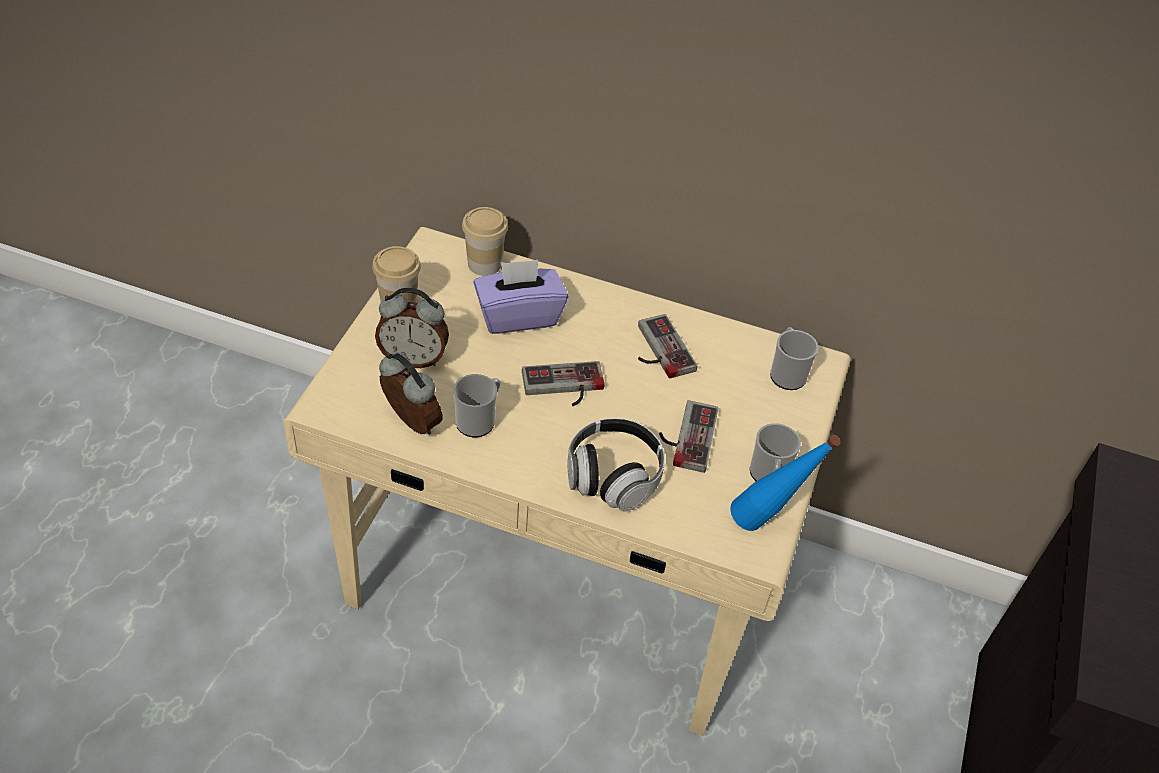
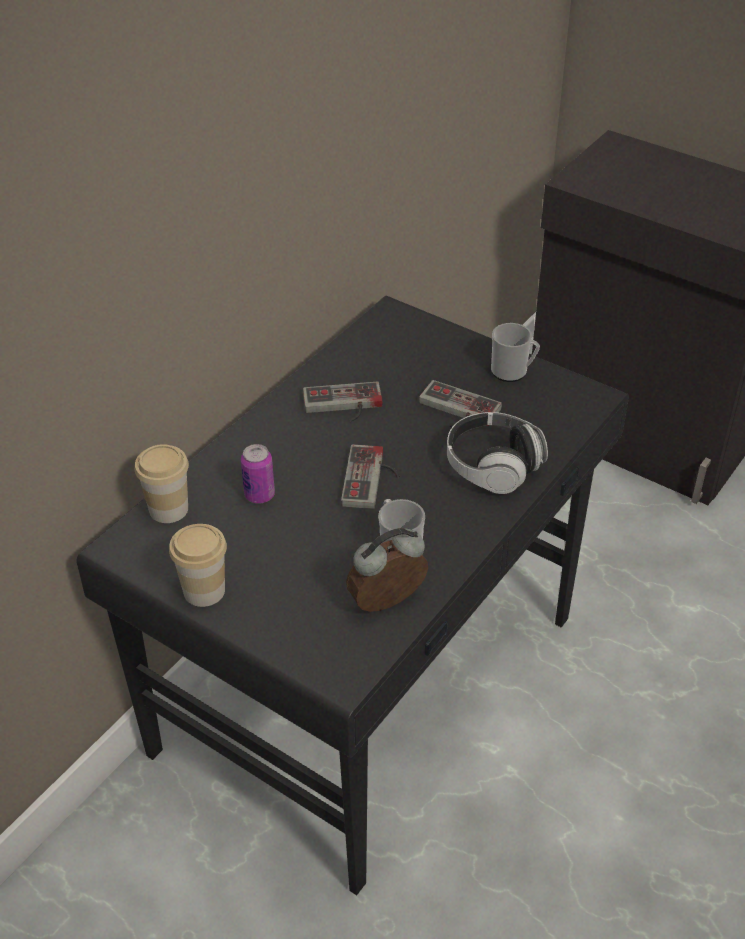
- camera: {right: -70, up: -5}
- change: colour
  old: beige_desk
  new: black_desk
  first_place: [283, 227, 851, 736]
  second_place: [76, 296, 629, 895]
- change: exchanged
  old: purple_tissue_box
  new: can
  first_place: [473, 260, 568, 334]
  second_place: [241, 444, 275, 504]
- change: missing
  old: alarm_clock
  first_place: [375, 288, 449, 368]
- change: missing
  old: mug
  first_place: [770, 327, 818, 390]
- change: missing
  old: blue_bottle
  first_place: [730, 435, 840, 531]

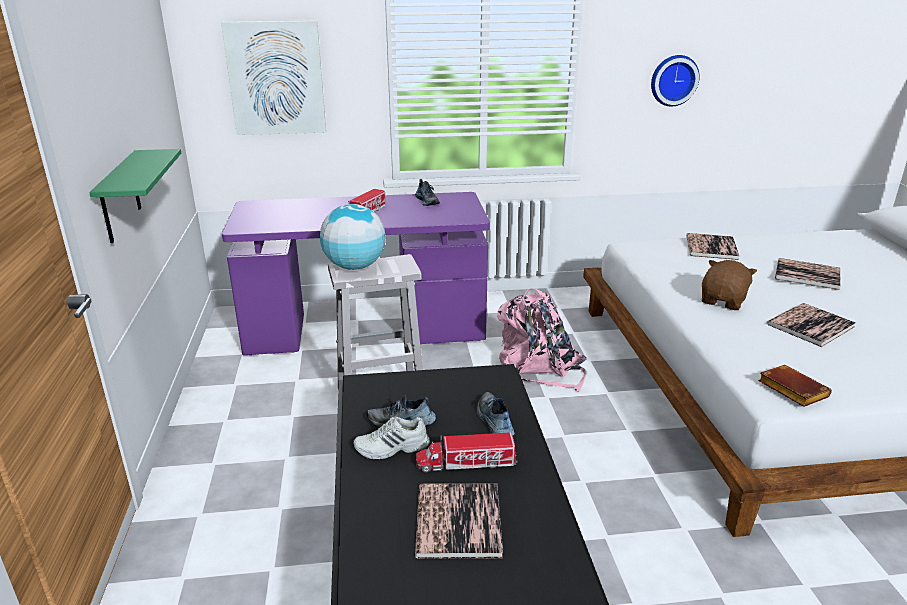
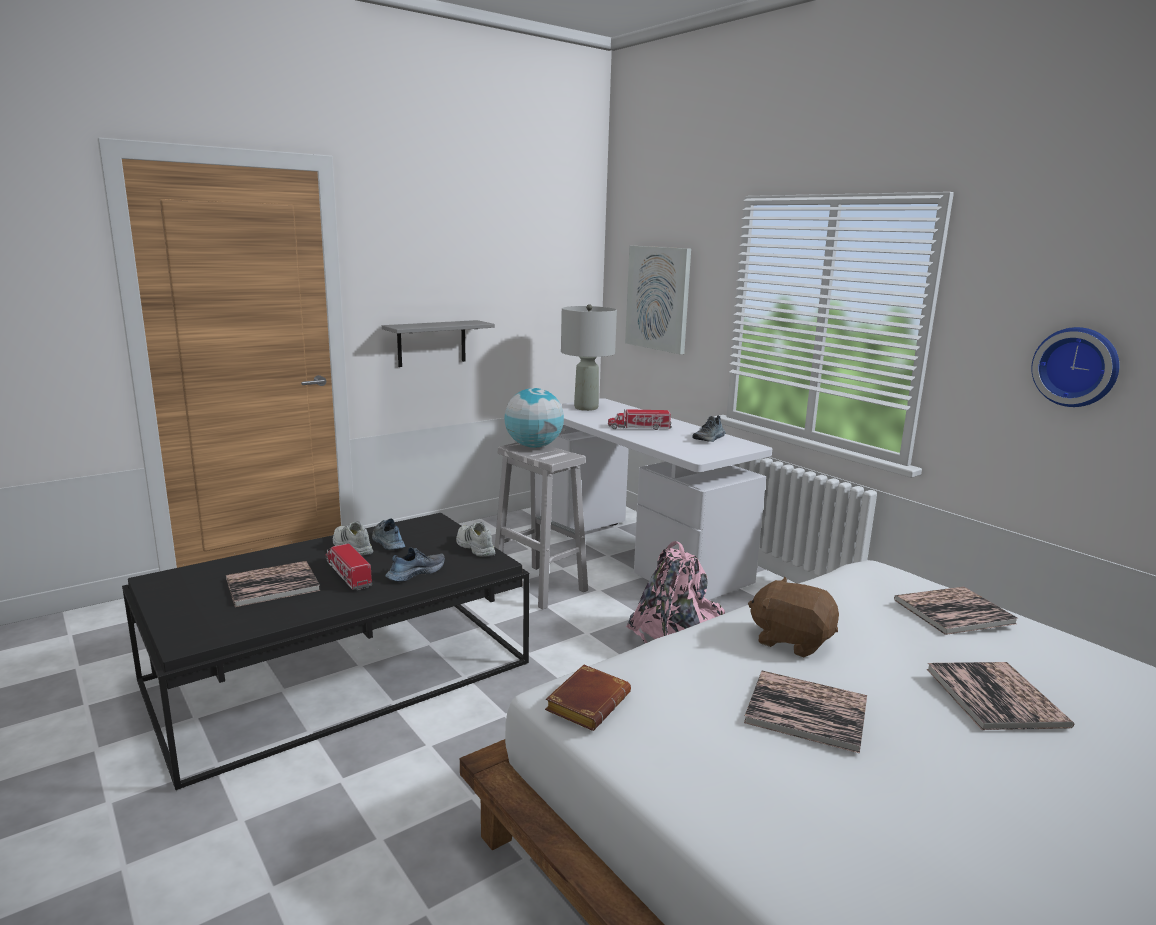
- camera: {right: 60, up: -10}
- change: colour
  old: green_shelf
  new: grey_shelf
  first_place: [89, 149, 181, 243]
  second_place: [382, 320, 495, 367]
- change: colour
  old: purple_desk
  new: white_desk
  first_place: [222, 192, 490, 355]
  second_place: [540, 398, 773, 600]
- change: spun
  old: brown_plush_toy
  first_place: [702, 260, 757, 310]
  second_place: [748, 577, 839, 657]
  degrees: -150
- change: appeared
  new: grey_table_lamp
  second_place: [561, 304, 617, 411]
- change: appeared
  new: white_shoe
  second_place: [456, 522, 495, 557]

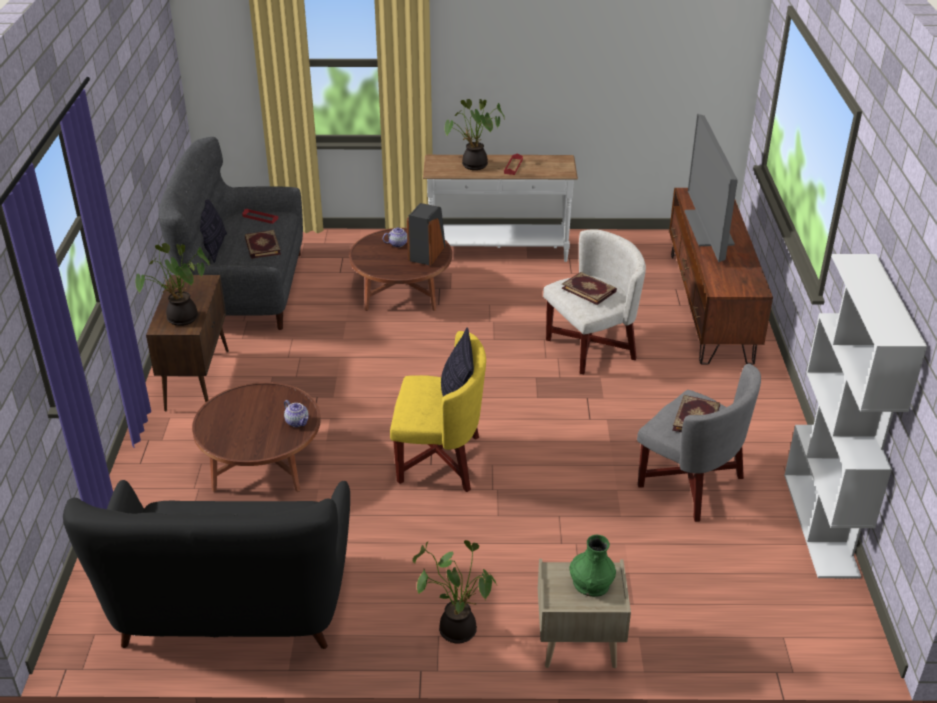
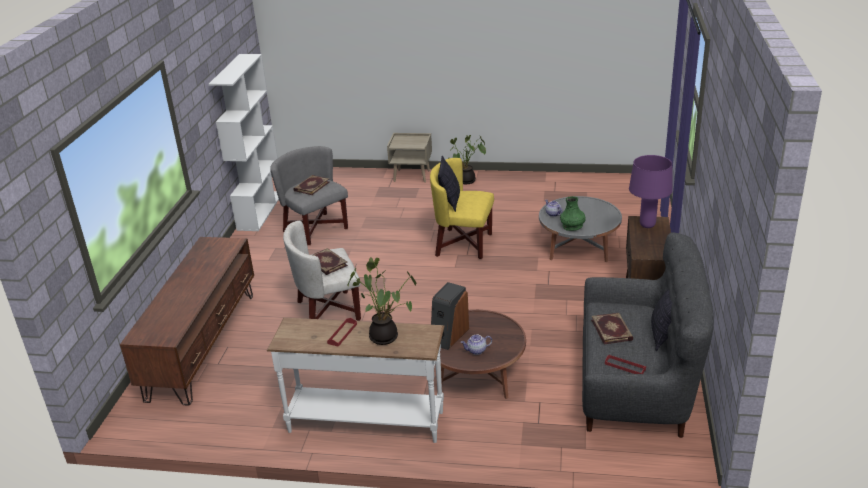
- camera: {right: -170, up: -5}
- change: missing
  old: television
  first_place: [685, 114, 738, 262]
- change: exchanged
  old: potted_plant
  new: purple_table_lamp
  first_place: [136, 243, 209, 326]
  second_place: [629, 155, 673, 228]
- change: colour
  old: brown_coffee_table
  new: grey_coffee_table
  first_place: [192, 382, 321, 492]
  second_place: [539, 196, 622, 262]
- change: missing
  old: black_sofa
  first_place: [63, 480, 350, 649]
- change: relocated
  old: green_vase
  first_place: [569, 535, 616, 597]
  second_place: [560, 196, 586, 231]

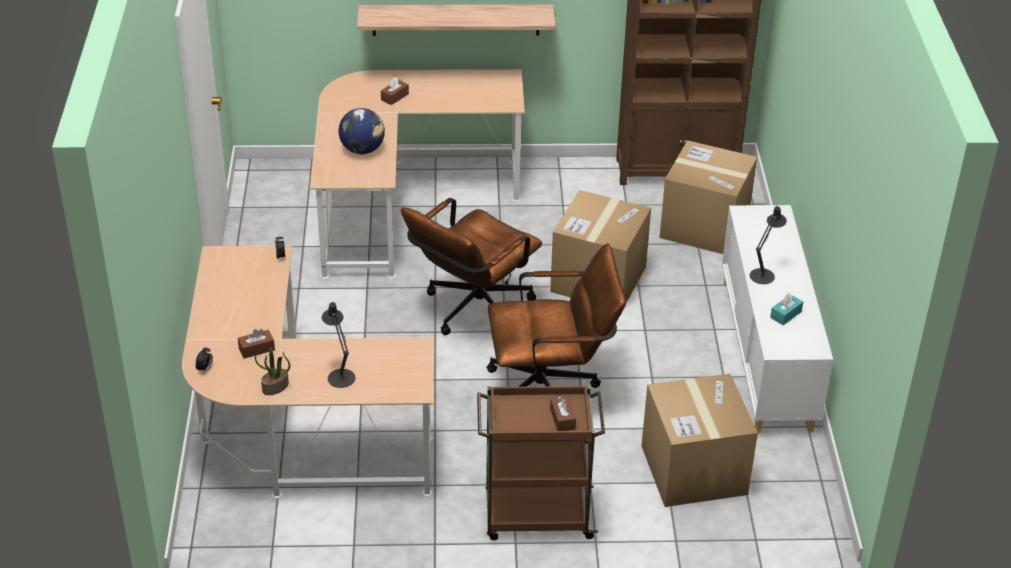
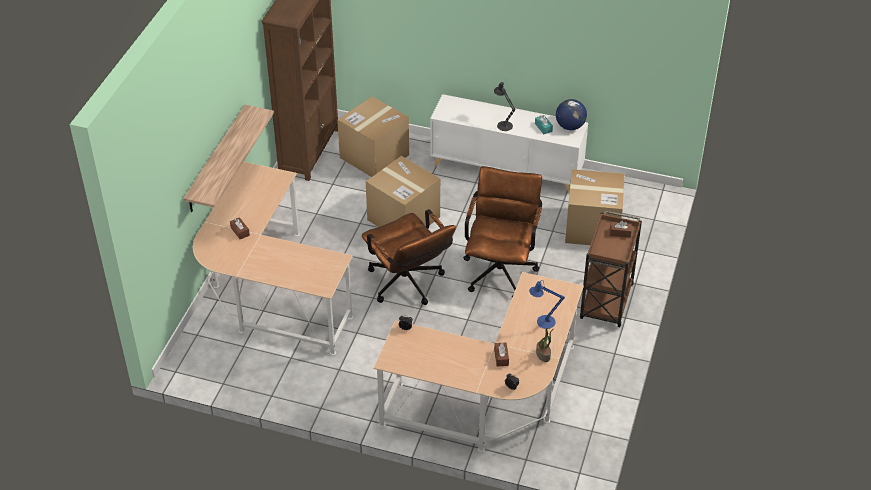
- camera: {right: -70, up: 5}
- change: relocated
  old: globe
  first_place: [339, 108, 385, 154]
  second_place: [556, 99, 587, 130]
- change: colour
  old: black_table_lamp
  new: blue_table_lamp
  first_place: [322, 302, 355, 388]
  second_place: [529, 280, 565, 329]

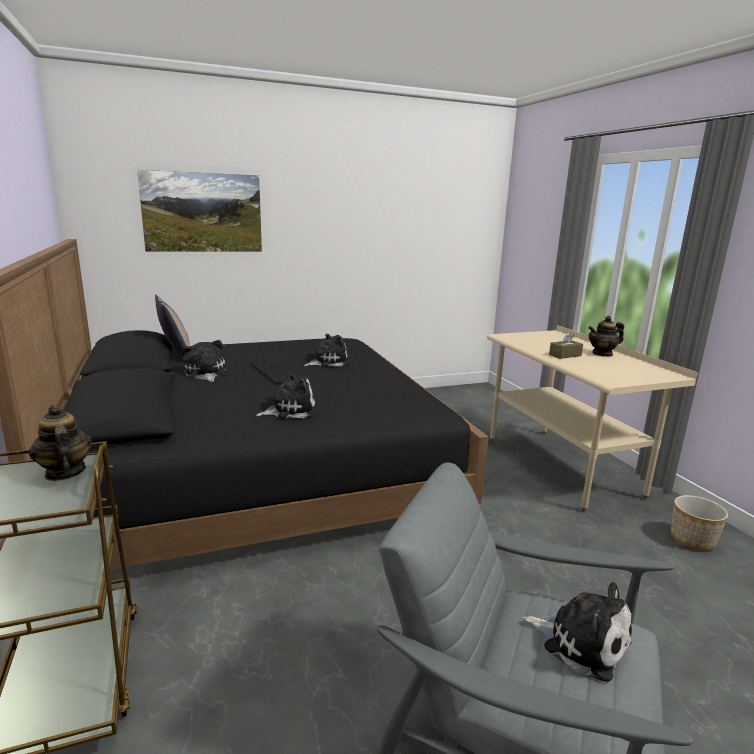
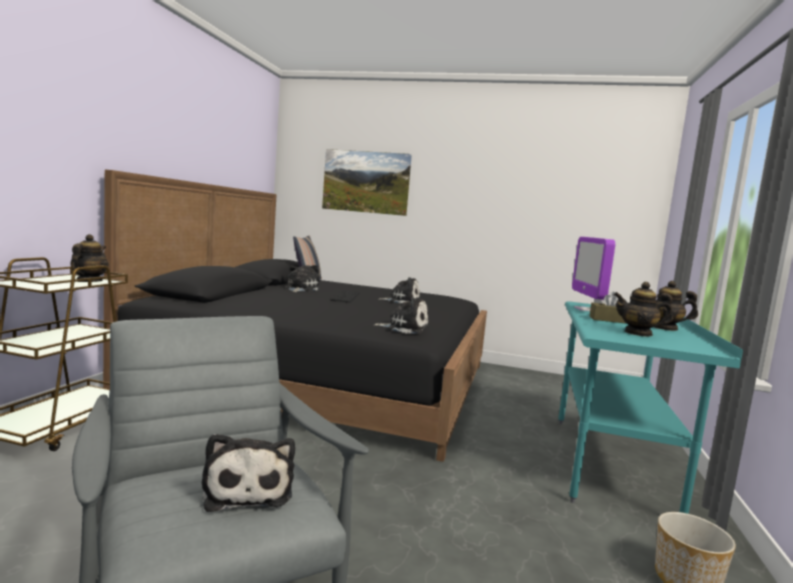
- camera: {right: 35, up: -10}
- change: colour
  old: beige_desk
  new: turquoise_desk
  first_place: [487, 325, 698, 512]
  second_place: [558, 301, 743, 514]
- change: relocated
  old: plush_toy
  first_place: [256, 372, 317, 419]
  second_place: [374, 297, 428, 334]
- change: appeared
  new: monitor
  second_place: [572, 237, 615, 311]
- change: appeared
  new: teapot
  second_place: [614, 282, 673, 336]

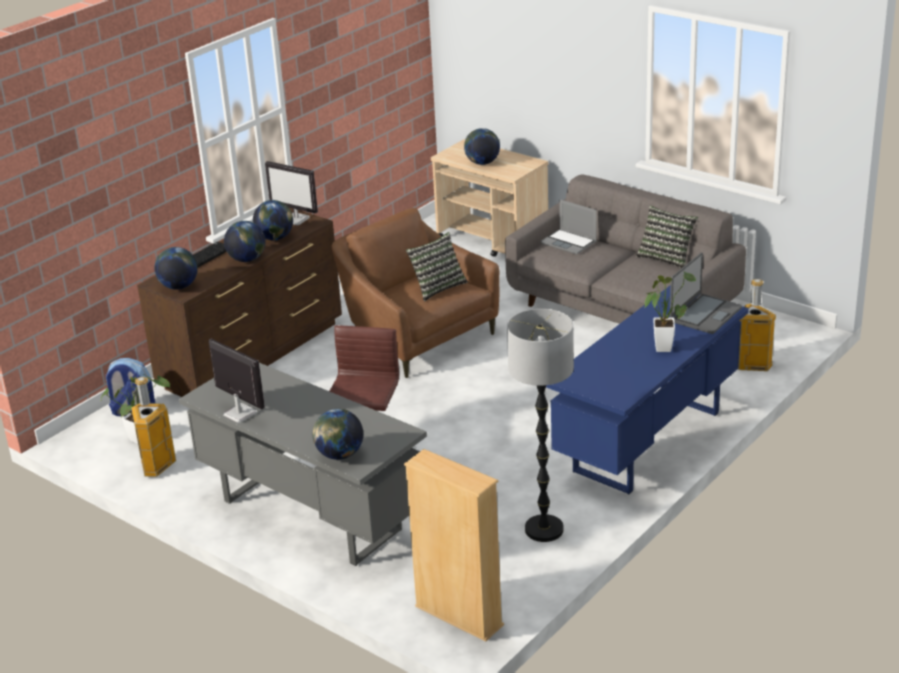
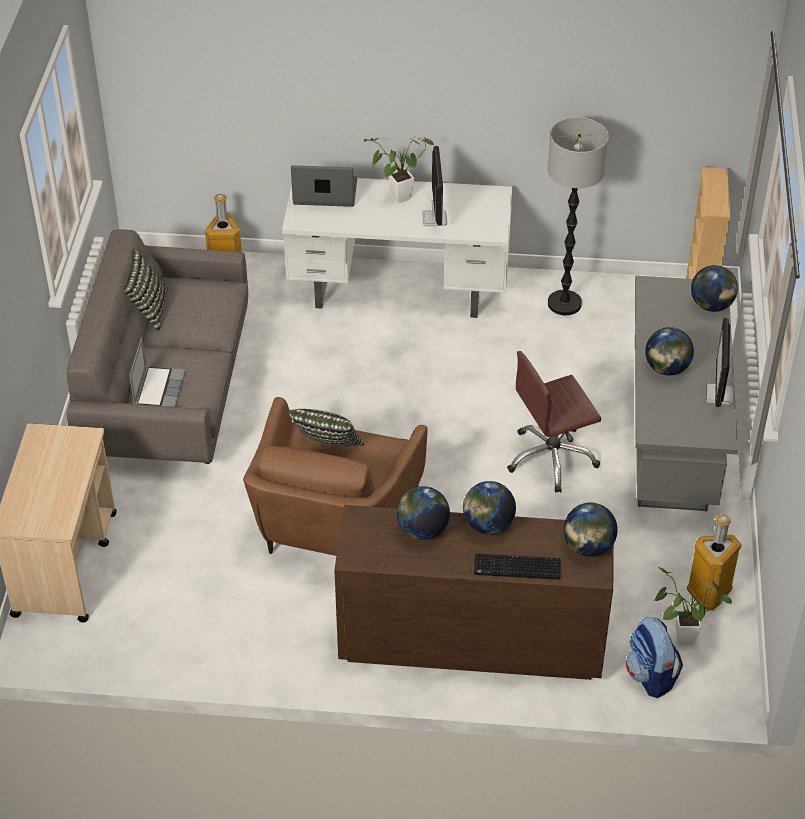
- camera: {right: -125, up: 15}
- change: relocated
  old: globe
  first_place: [464, 128, 500, 165]
  second_place: [645, 327, 694, 375]
- change: relocated
  old: monitor
  first_place: [265, 161, 318, 225]
  second_place: [422, 146, 447, 226]
- change: colour
  old: blue_desk
  new: white_desk
  first_place: [546, 285, 749, 494]
  second_place: [282, 178, 512, 318]

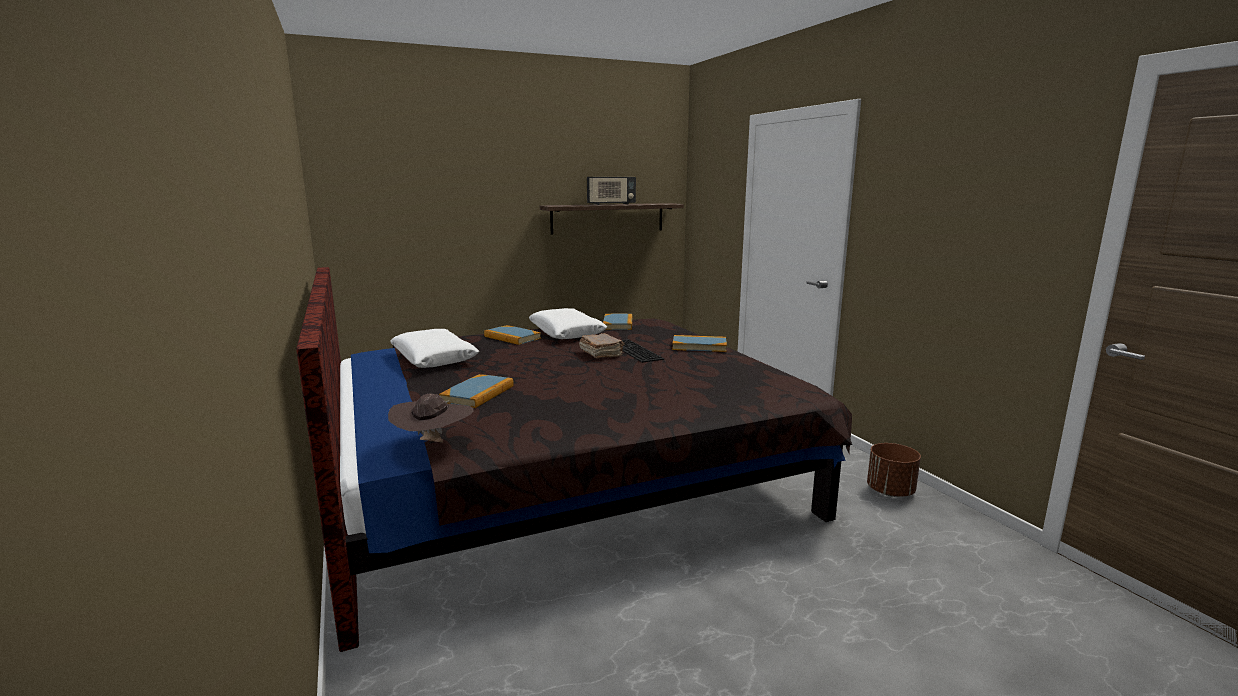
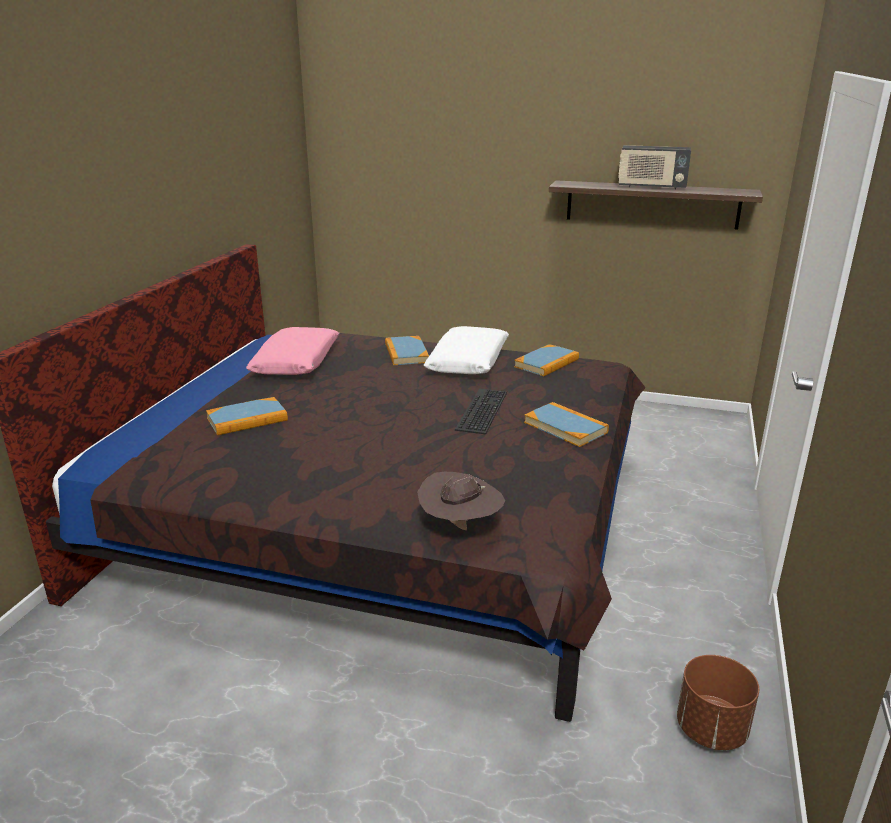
- camera: {right: 40, up: 10}
- change: colour
  old: white_pillow
  new: pink_pillow
  first_place: [390, 329, 479, 368]
  second_place: [246, 327, 339, 375]
- change: missing
  old: brown_book
  first_place: [579, 333, 625, 358]
- change: relocated
  old: brown_hat
  first_place: [388, 393, 474, 443]
  second_place: [417, 472, 505, 530]

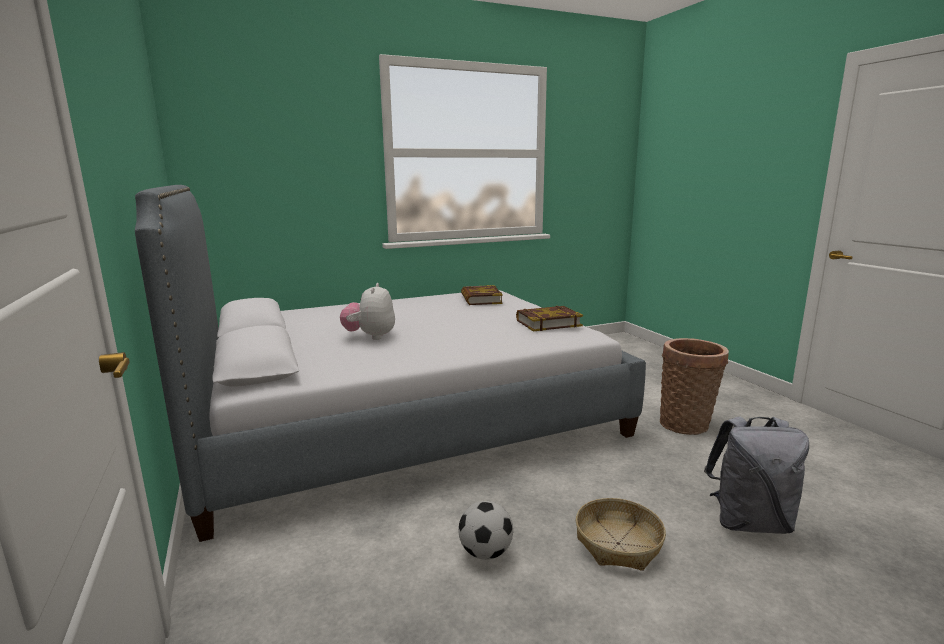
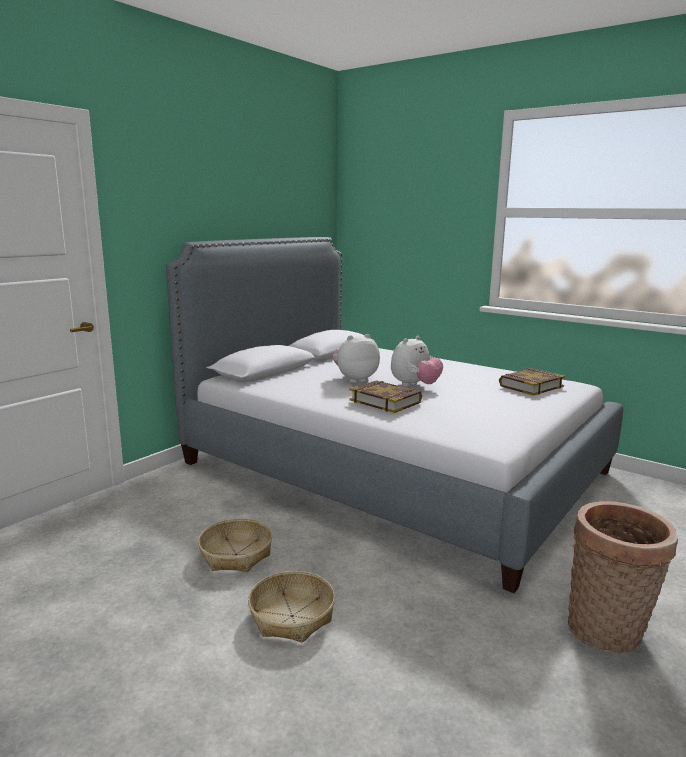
- camera: {right: 60, up: 0}
- change: relocated
  old: book
  first_place: [516, 306, 583, 331]
  second_place: [349, 380, 422, 413]
- change: missing
  old: grey_backpack
  first_place: [704, 416, 809, 534]
- change: exchanged
  old: football
  new: basket
  first_place: [458, 501, 513, 560]
  second_place: [198, 519, 272, 572]
- change: appeared
  new: plush_toy
  second_place: [391, 336, 443, 387]

